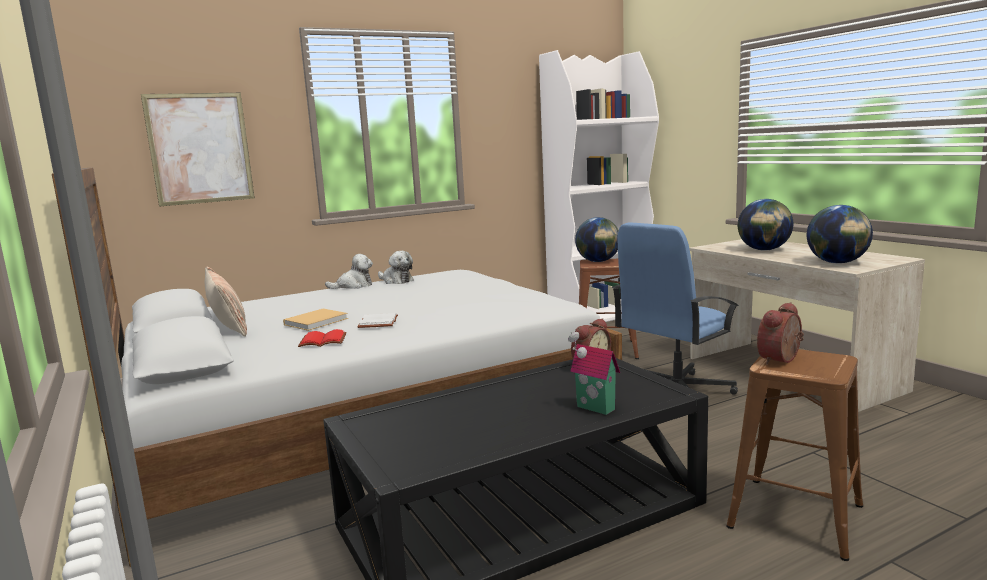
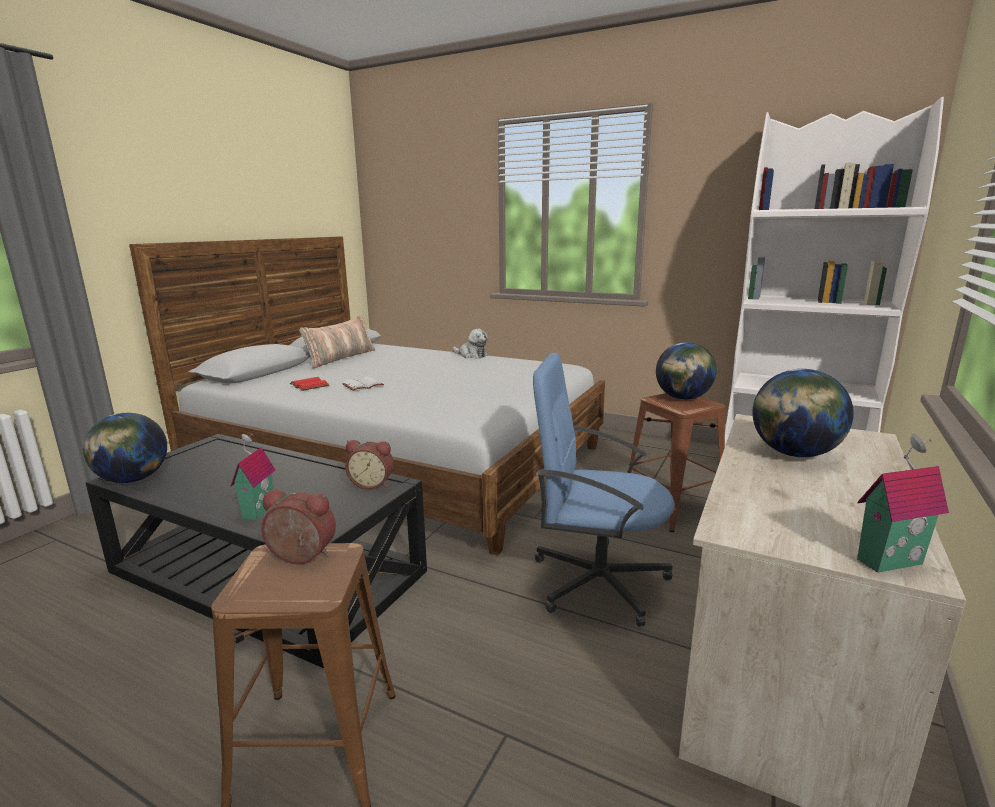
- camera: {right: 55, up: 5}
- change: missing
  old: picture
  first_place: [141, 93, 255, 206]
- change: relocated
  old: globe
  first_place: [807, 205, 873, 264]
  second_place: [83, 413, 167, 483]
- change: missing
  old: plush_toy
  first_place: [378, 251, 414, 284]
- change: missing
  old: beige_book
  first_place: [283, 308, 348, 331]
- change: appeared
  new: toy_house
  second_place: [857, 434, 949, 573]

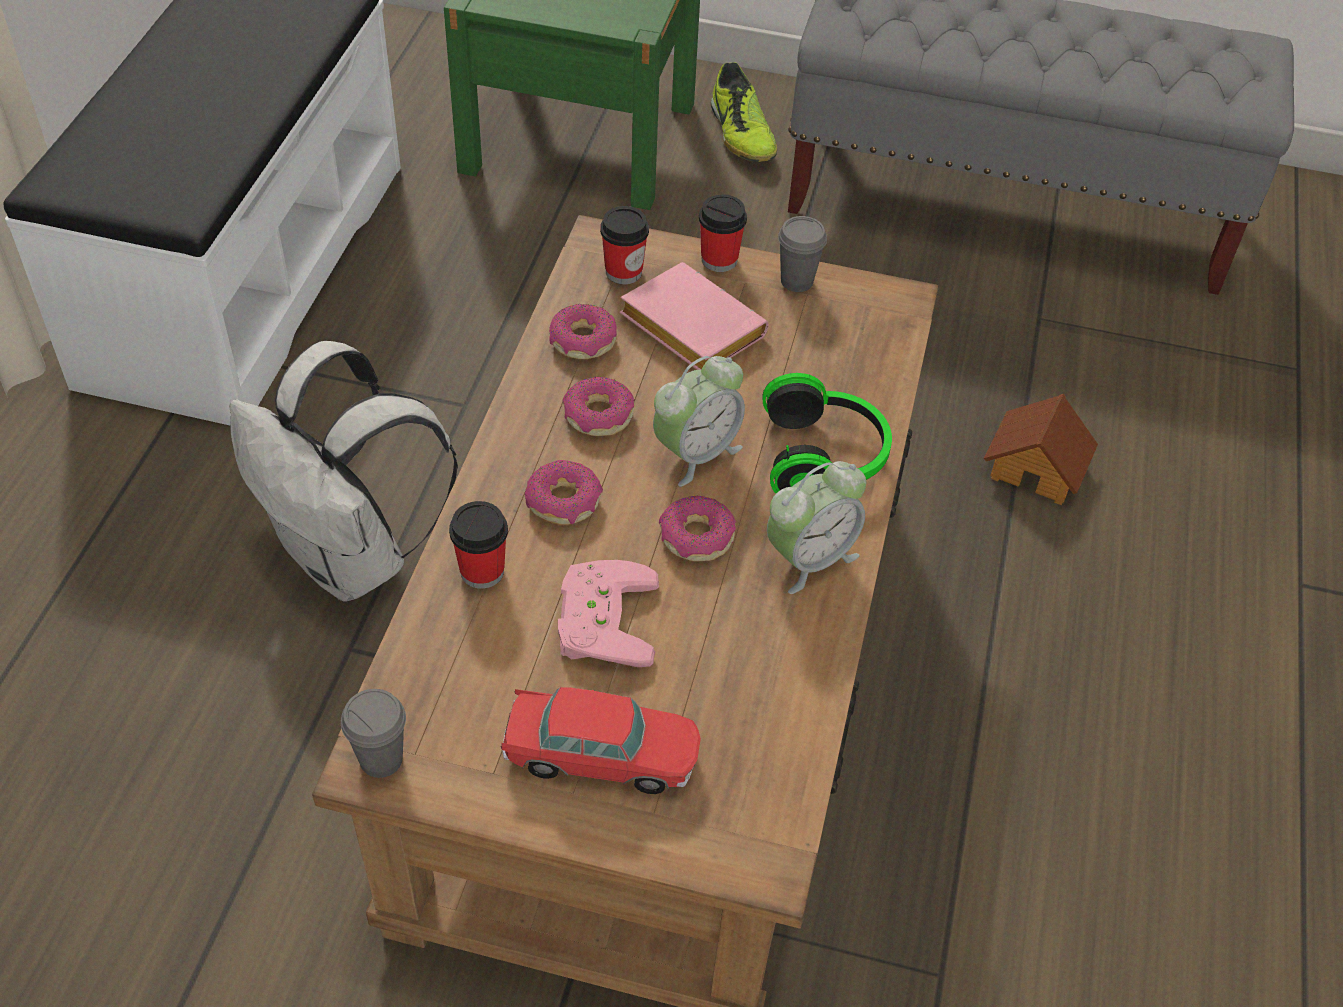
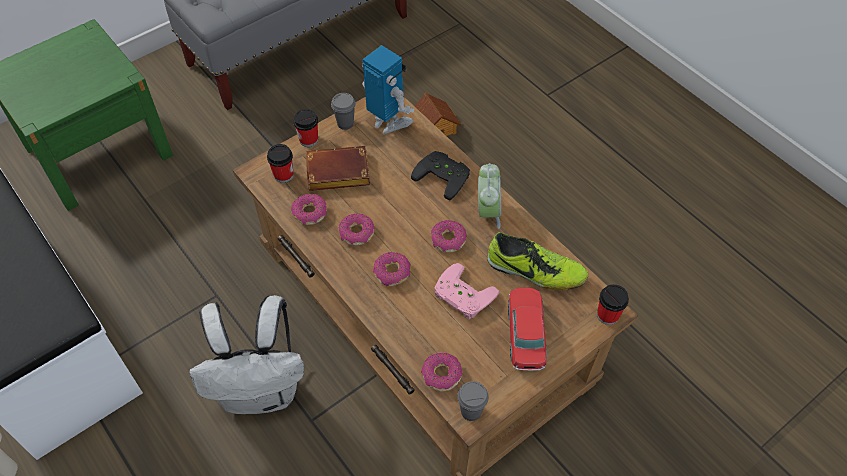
- camera: {right: -50, up: 5}
- change: relocated
  old: shoe
  first_place: [711, 62, 777, 162]
  second_place: [487, 232, 588, 290]
- change: colour
  old: pink_book
  new: brown_book
  first_place: [620, 262, 769, 370]
  second_place: [306, 146, 370, 191]
- change: missing
  old: alarm_clock
  first_place: [653, 356, 745, 486]
- change: exchanged
  old: headphones
  new: black_game_controller
  first_place: [762, 373, 892, 493]
  second_place: [411, 151, 470, 200]
- change: relocated
  old: cup
  first_place: [449, 501, 508, 589]
  second_place: [597, 284, 629, 325]
- change: spun
  old: toy_car
  first_place: [501, 687, 701, 794]
  second_place: [508, 287, 547, 371]
  degrees: -45
- change: appeared
  new: toy_robot
  second_place: [362, 45, 414, 134]
- change: appeared
  new: donut
  second_place: [421, 352, 463, 392]

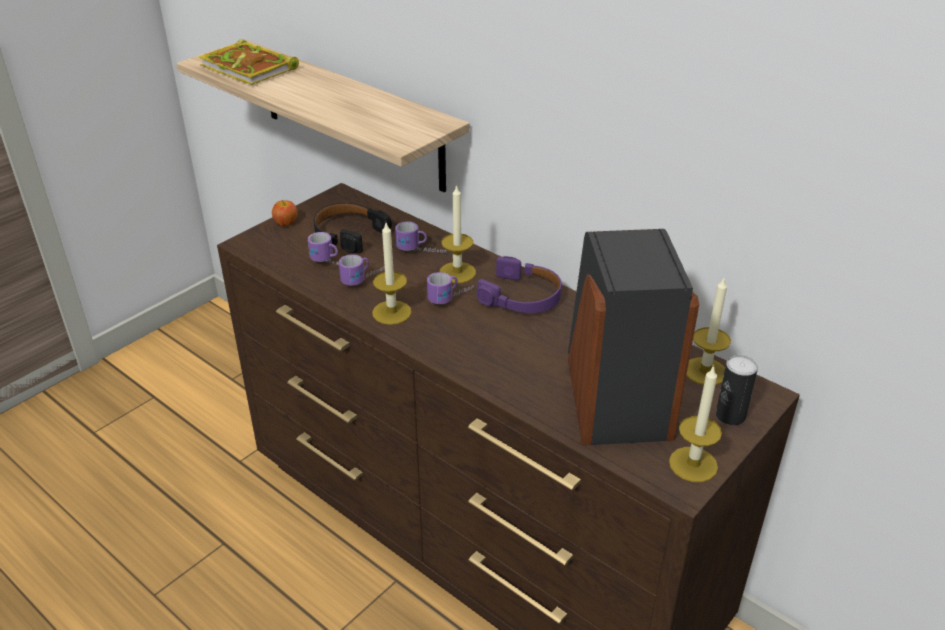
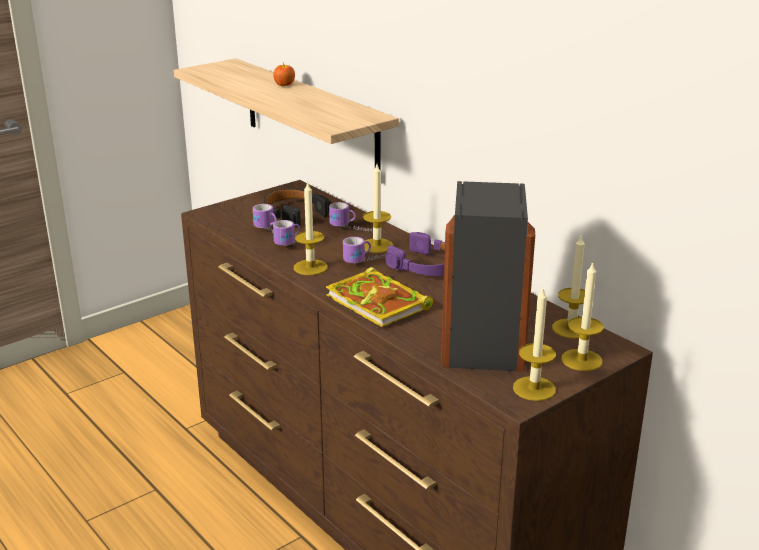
- camera: {right: 10, up: -10}
- change: relocated
  old: book
  first_place: [199, 39, 299, 85]
  second_place: [326, 267, 433, 327]
- change: relocated
  old: apple
  first_place: [272, 200, 297, 226]
  second_place: [273, 63, 295, 86]
- change: exchanged
  old: can
  new: candle
  first_place: [716, 355, 758, 425]
  second_place: [561, 261, 604, 371]

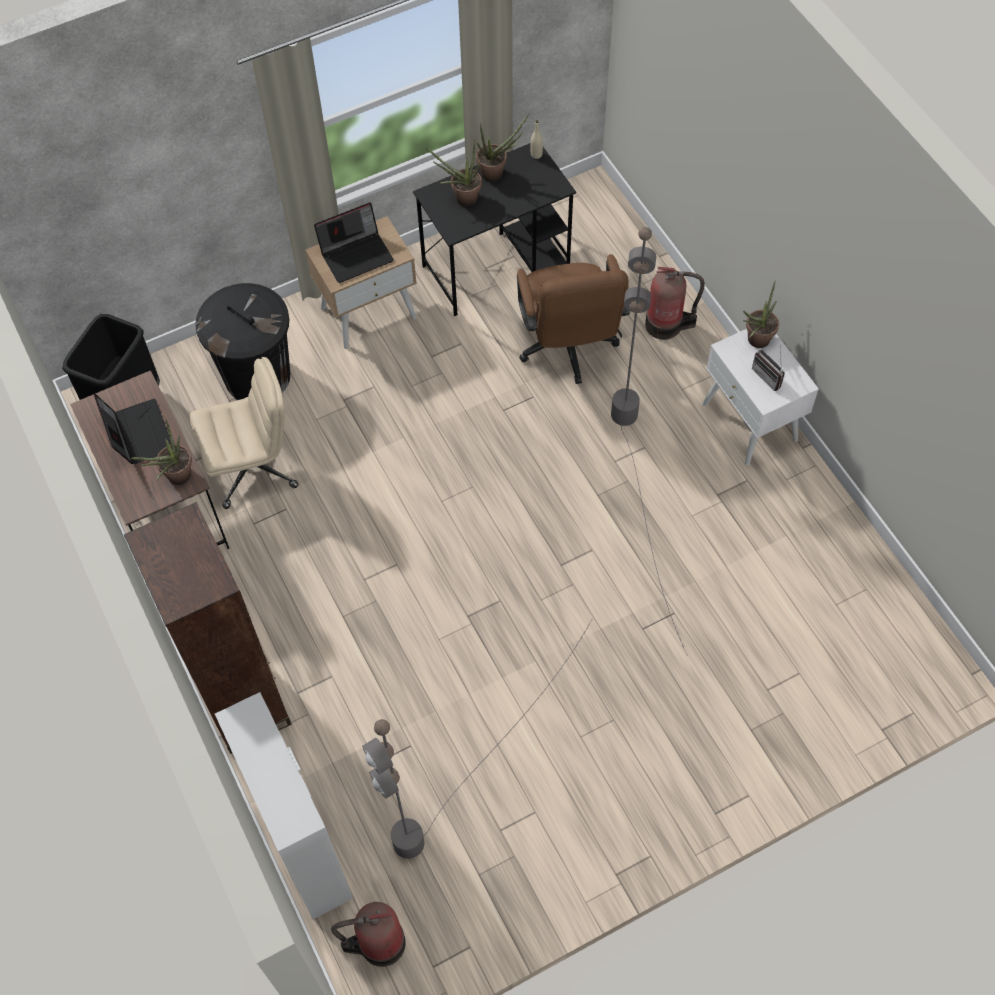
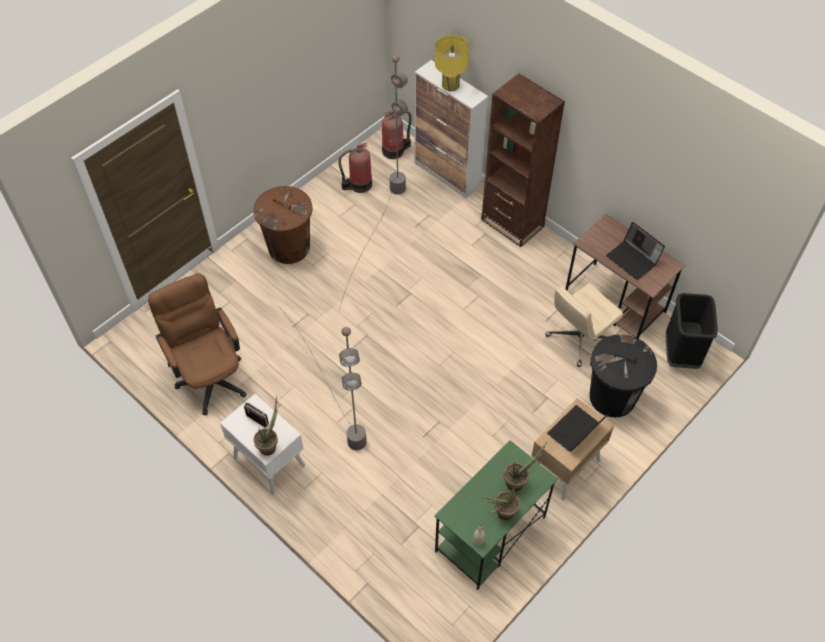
- camera: {right: 160, up: -5}
- change: colour
  old: black_desk
  new: green_desk
  first_place: [413, 143, 576, 316]
  second_place: [434, 440, 558, 590]
- change: relocated
  old: brown_office_chair
  first_place: [517, 254, 630, 384]
  second_place: [148, 273, 247, 415]
- change: relocated
  old: fire_extinguisher
  first_place: [645, 267, 705, 340]
  second_place: [338, 142, 372, 193]
- change: missing
  old: potted_plant
  first_place: [131, 417, 192, 485]
- change: appeared
  new: yellow_table_lamp
  second_place: [435, 34, 470, 91]
- change: appeared
  new: brown_trash_can
  second_place: [253, 186, 313, 264]

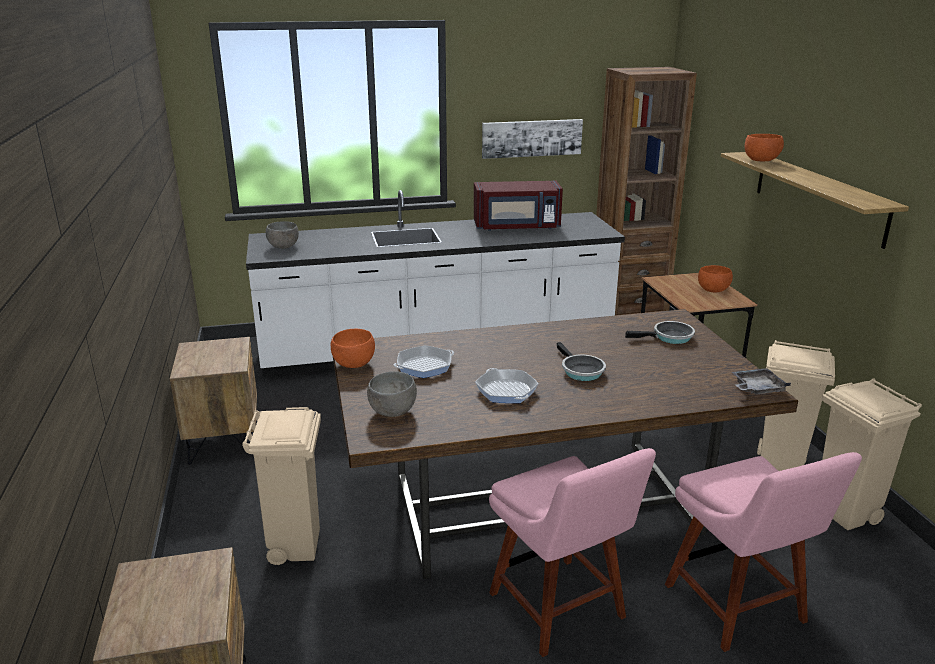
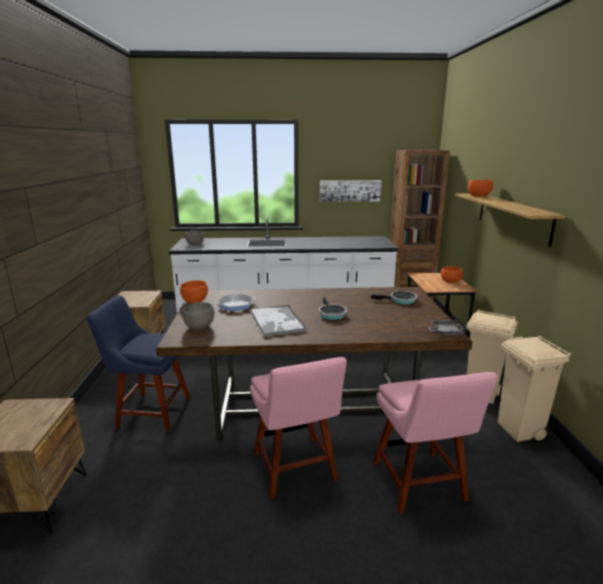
- camera: {right: 10, up: -5}
- change: missing
  old: red_microwave
  first_place: [474, 181, 563, 231]
- change: exchanged
  old: frying_pan
  new: tray
  first_place: [475, 368, 539, 403]
  second_place: [250, 305, 306, 337]
- change: exchanged
  old: beige_trash_can
  new: blue_chair
  first_place: [242, 407, 321, 565]
  second_place: [87, 295, 190, 431]

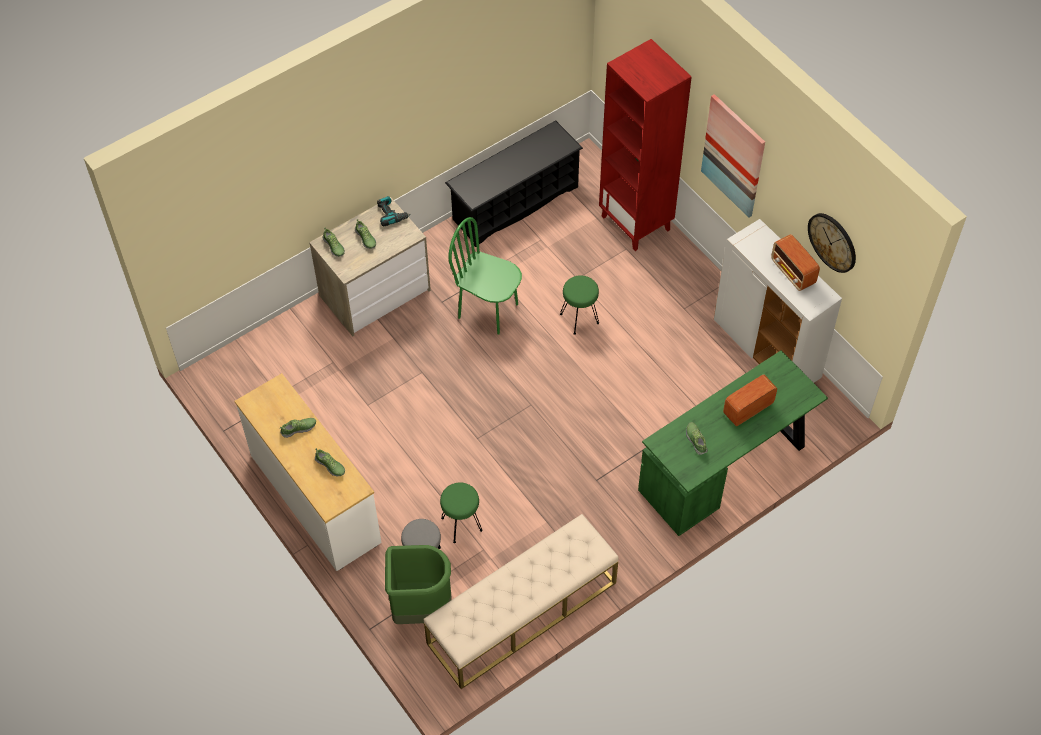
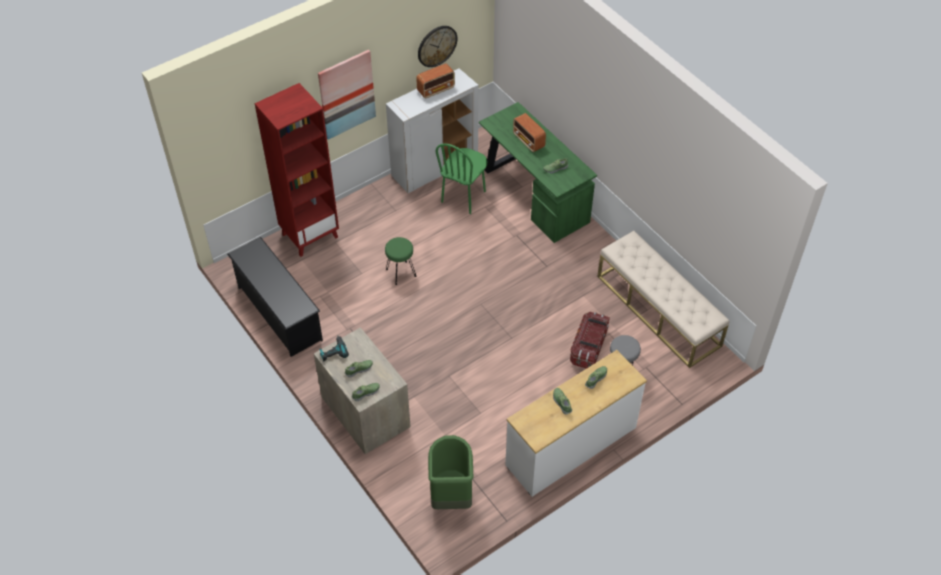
- camera: {right: -90, up: -5}
- change: relocated
  old: green_chair
  first_place: [448, 217, 522, 334]
  second_place: [436, 143, 487, 214]
- change: exchanged
  old: green_stool
  new: storage_box
  first_place: [440, 483, 483, 543]
  second_place: [570, 312, 610, 369]
- change: relocated
  old: green_trash_can
  first_place: [385, 545, 451, 624]
  second_place: [428, 435, 473, 509]

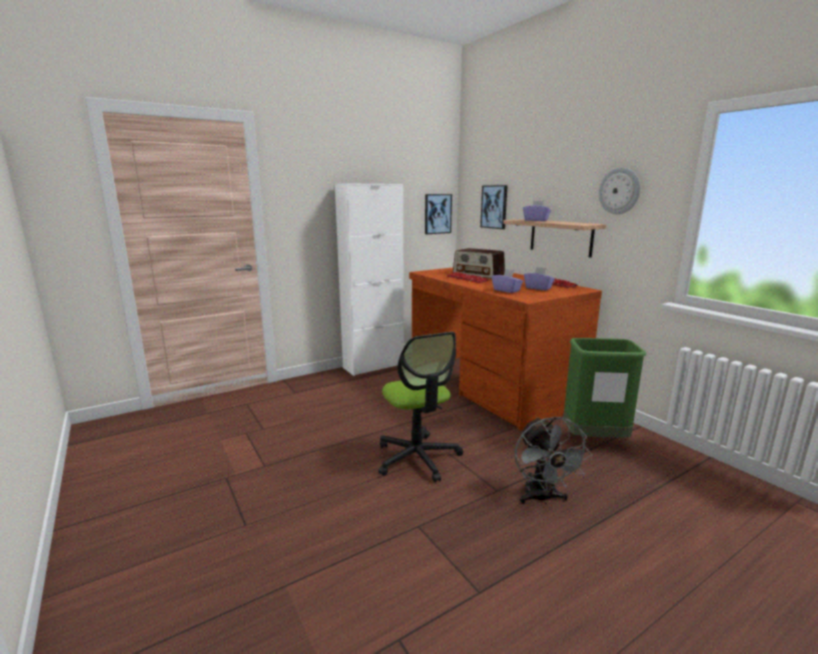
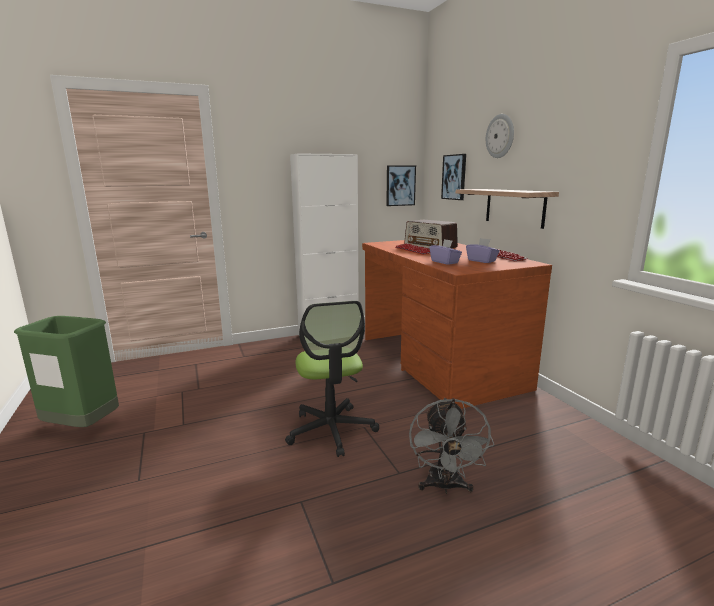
- camera: {right: 10, up: 0}
- change: relocated
  old: wall_clock
  first_place: [599, 167, 640, 214]
  second_place: [486, 114, 514, 158]
- change: missing
  old: purple_tissue_box
  first_place: [523, 201, 551, 221]
- change: relocated
  old: green_trash_can
  first_place: [563, 338, 646, 438]
  second_place: [14, 316, 119, 427]

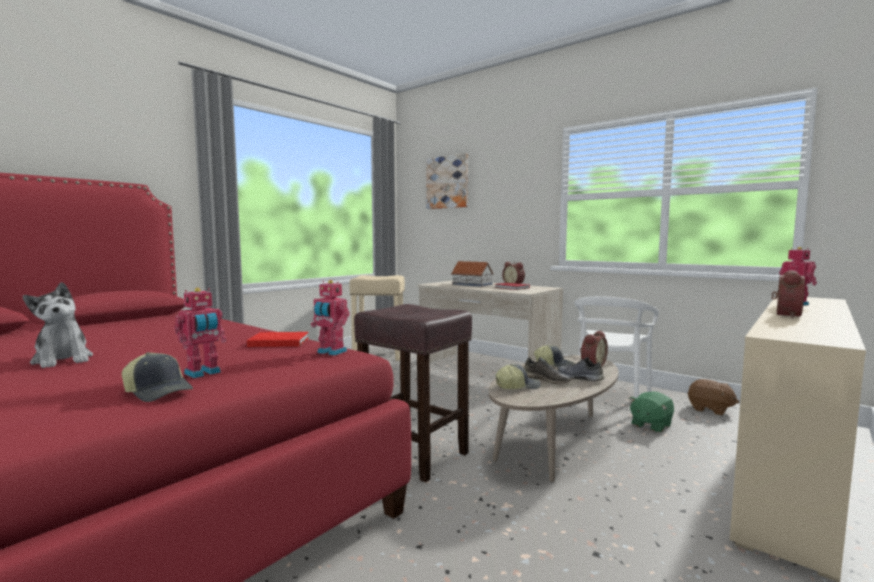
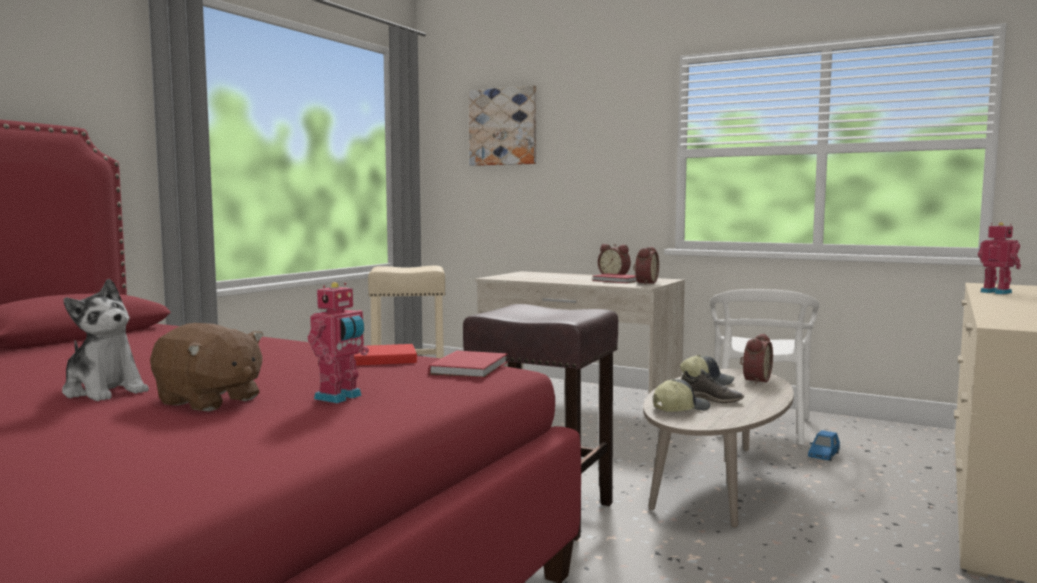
- camera: {right: -10, up: 0}
- change: missing
  old: toy_house
  first_place: [451, 261, 494, 287]
- change: relocated
  old: alarm_clock
  first_place: [771, 270, 805, 318]
  second_place: [633, 247, 659, 285]
- change: exchanged
  old: toy_robot
  new: red_book
  first_place: [311, 280, 350, 356]
  second_place: [429, 351, 507, 378]
- change: missing
  old: cap
  first_place: [122, 352, 193, 402]
- change: missing
  old: grey_shoe
  first_place: [558, 357, 604, 381]
- change: relocated
  old: brown_plush_toy
  first_place: [687, 379, 739, 416]
  second_place: [150, 323, 263, 411]
- change: exchanged
  old: green_plush_toy
  new: blue_toy_car
  first_place: [629, 392, 674, 433]
  second_place: [808, 430, 840, 461]

